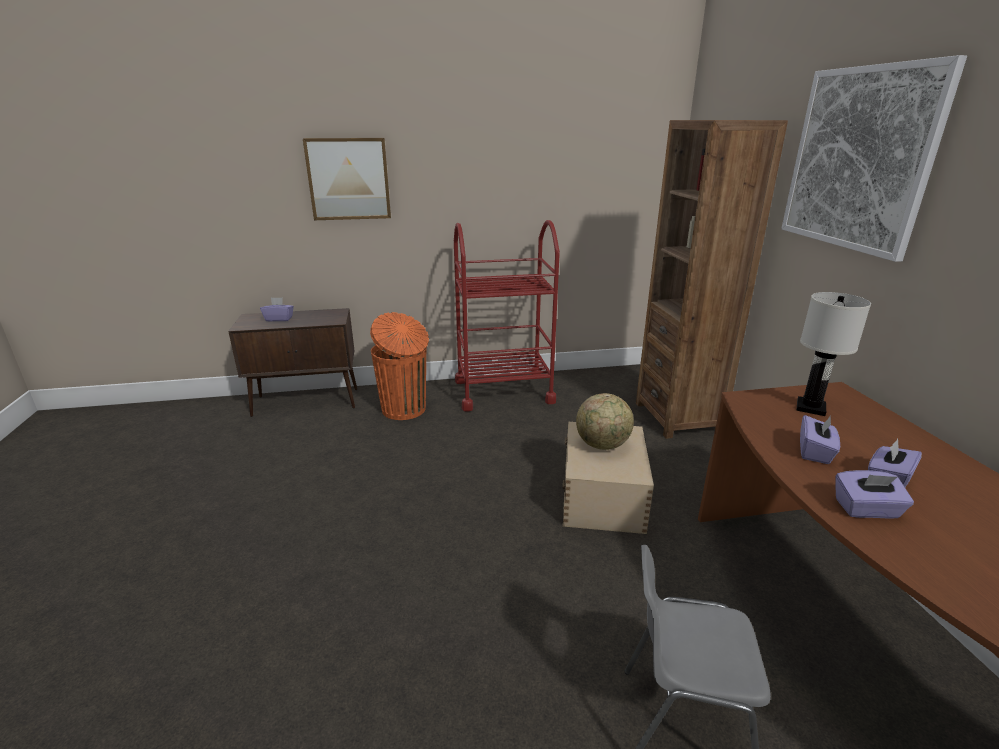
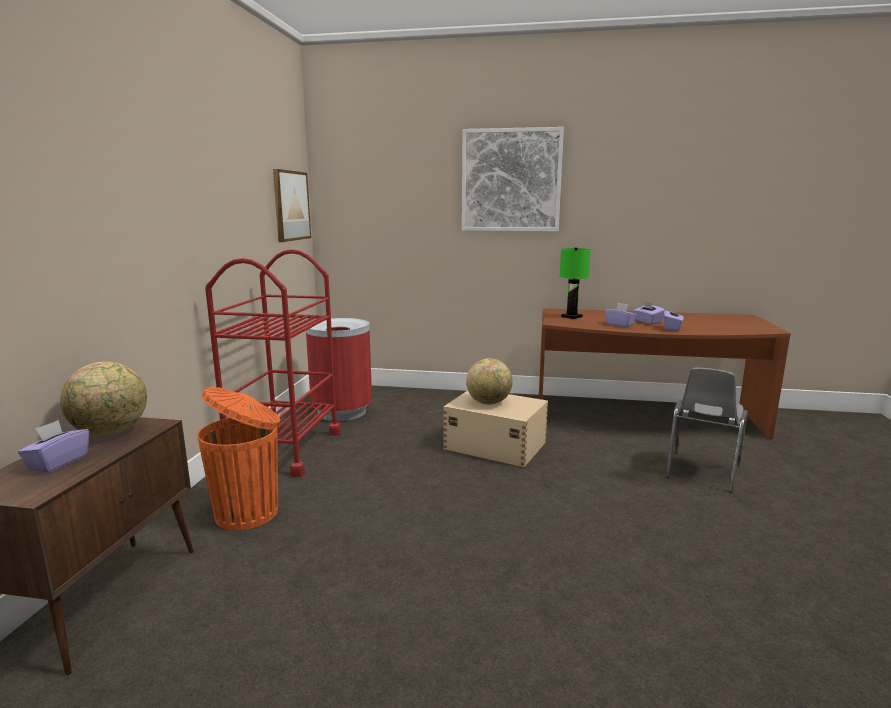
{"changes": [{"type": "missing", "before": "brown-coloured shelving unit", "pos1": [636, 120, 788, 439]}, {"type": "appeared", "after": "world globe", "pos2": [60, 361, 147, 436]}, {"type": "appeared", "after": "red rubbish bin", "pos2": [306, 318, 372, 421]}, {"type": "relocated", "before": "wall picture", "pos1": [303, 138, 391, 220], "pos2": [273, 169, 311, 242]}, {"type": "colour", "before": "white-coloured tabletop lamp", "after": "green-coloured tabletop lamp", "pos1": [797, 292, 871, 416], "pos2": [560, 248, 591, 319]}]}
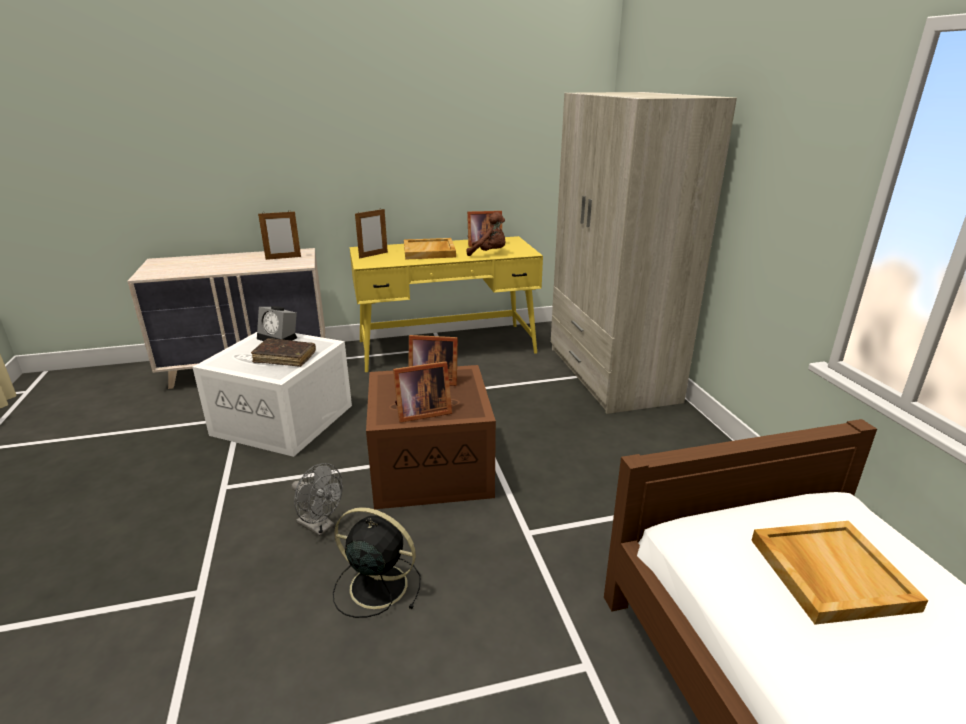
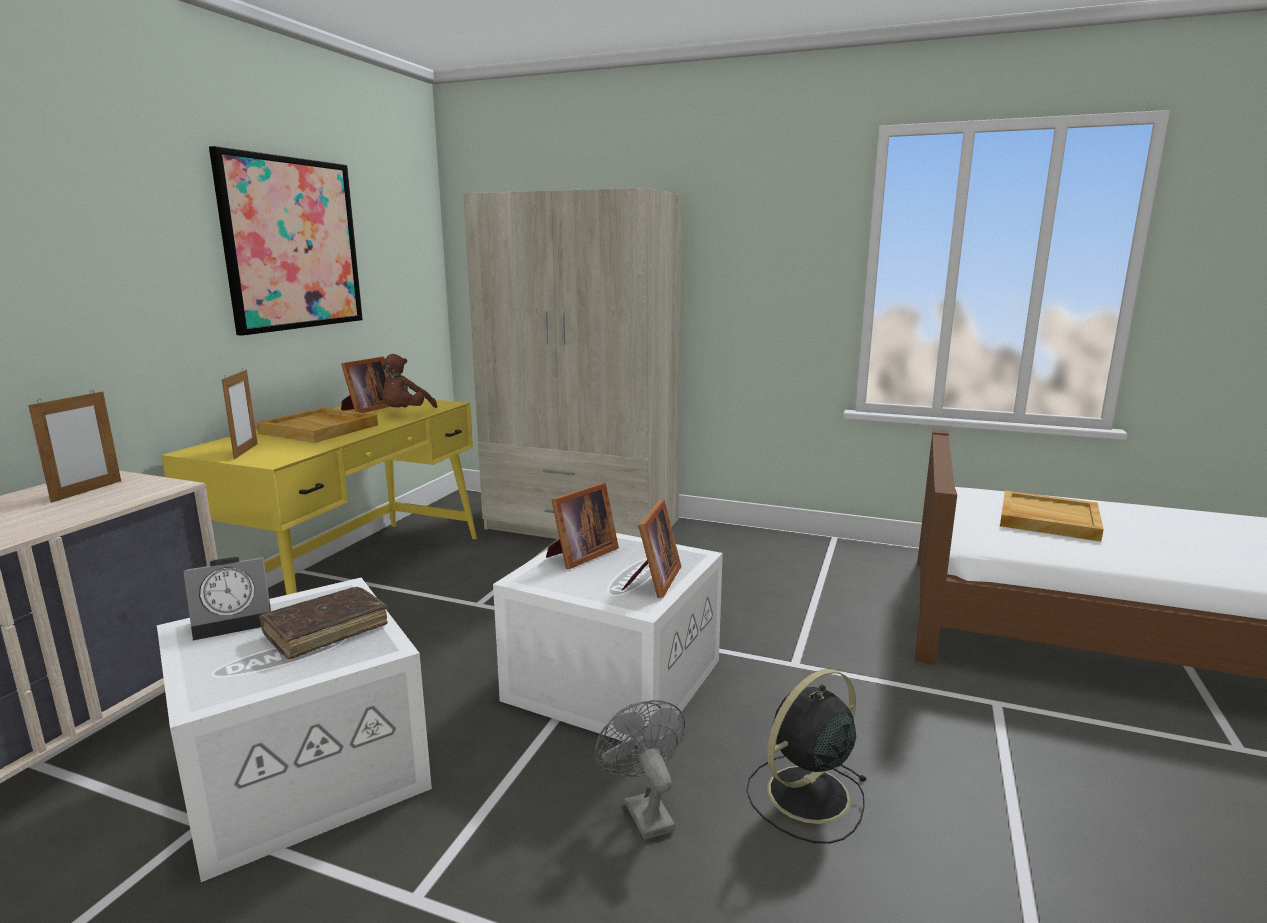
{"changes": [{"type": "appeared", "after": "wall picture", "pos2": [209, 146, 363, 336]}, {"type": "colour", "before": "brown-coloured storage bin", "after": "white-coloured storage bin", "pos1": [366, 365, 496, 509], "pos2": [493, 533, 723, 746]}, {"type": "spun", "before": "grey electric fan", "pos1": [292, 463, 343, 536], "pos2": [595, 700, 685, 840], "turn": -90}, {"type": "spun", "before": "brown-coloured cuddly toy", "pos1": [467, 212, 506, 256], "pos2": [381, 354, 437, 408], "turn": 150}]}
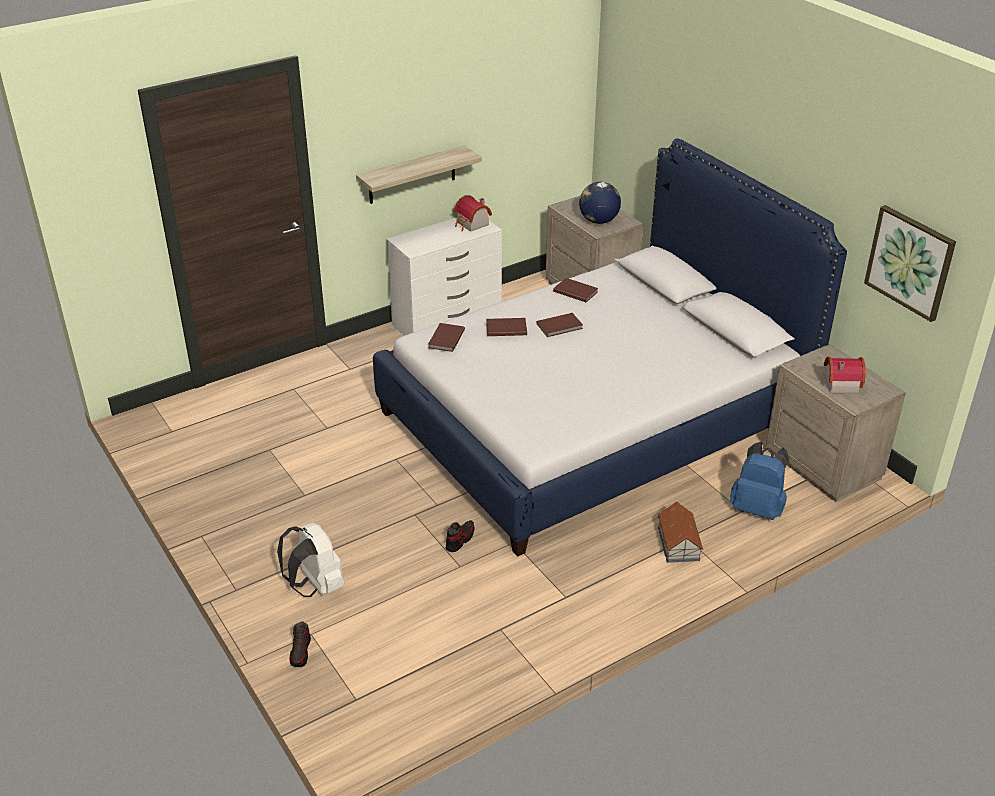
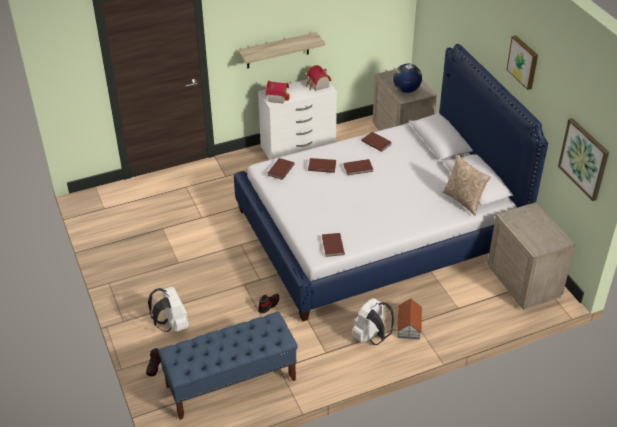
{"changes": [{"type": "missing", "before": "blue-coloured knapsack", "pos1": [730, 442, 790, 520]}, {"type": "appeared", "after": "blue-coloured bench", "pos2": [158, 311, 298, 420]}, {"type": "appeared", "after": "brown-coloured volume", "pos2": [322, 233, 345, 257]}, {"type": "appeared", "after": "white-coloured knapsack", "pos2": [352, 298, 394, 345]}, {"type": "appeared", "after": "throw pillow", "pos2": [443, 155, 491, 216]}, {"type": "appeared", "after": "wall picture", "pos2": [506, 35, 538, 90]}, {"type": "relocated", "before": "toy house", "pos1": [824, 357, 866, 394], "pos2": [266, 81, 289, 104]}]}
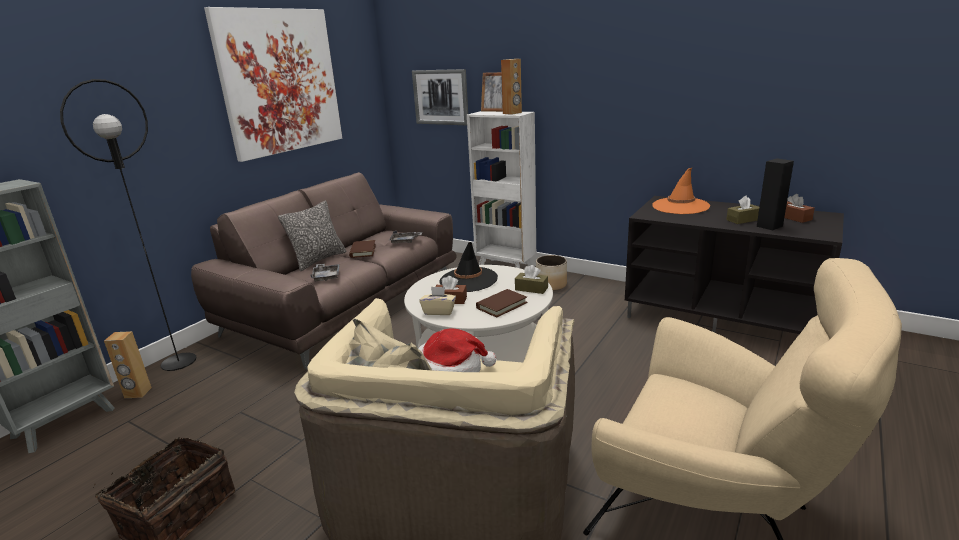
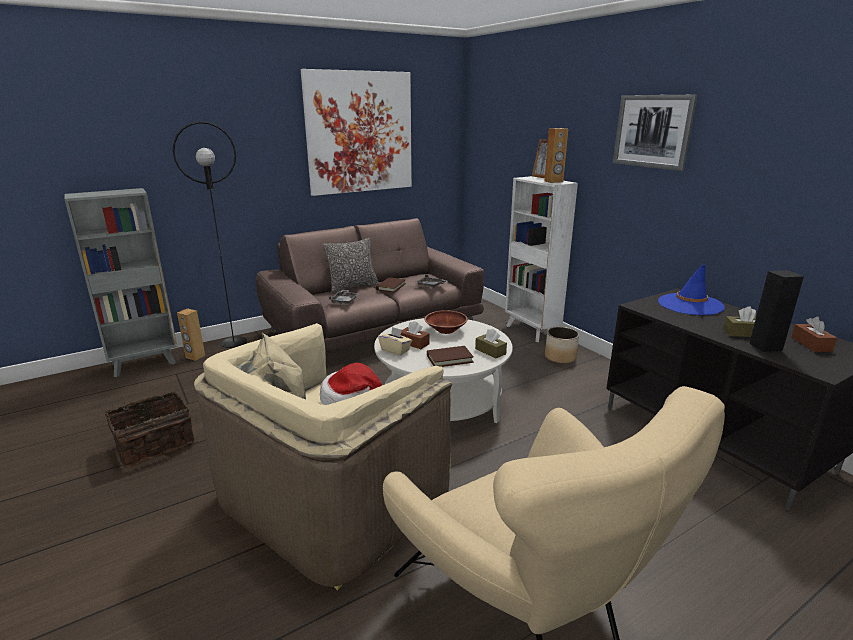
{"changes": [{"type": "relocated", "before": "wall picture", "pos1": [412, 69, 468, 125], "pos2": [613, 95, 698, 171]}, {"type": "exchanged", "before": "black-coloured wearable hat", "after": "brown-coloured deep dish", "pos1": [439, 242, 498, 292], "pos2": [424, 310, 468, 334]}, {"type": "colour", "before": "orange-coloured wearable hat", "after": "blue-coloured wearable hat", "pos1": [652, 168, 710, 214], "pos2": [658, 265, 725, 315]}]}
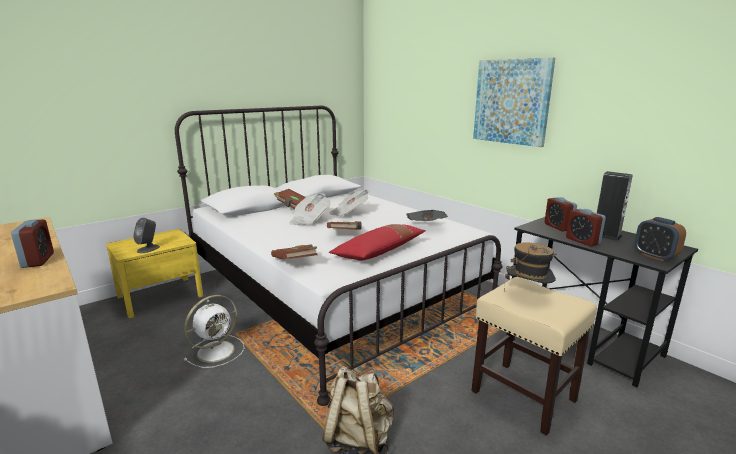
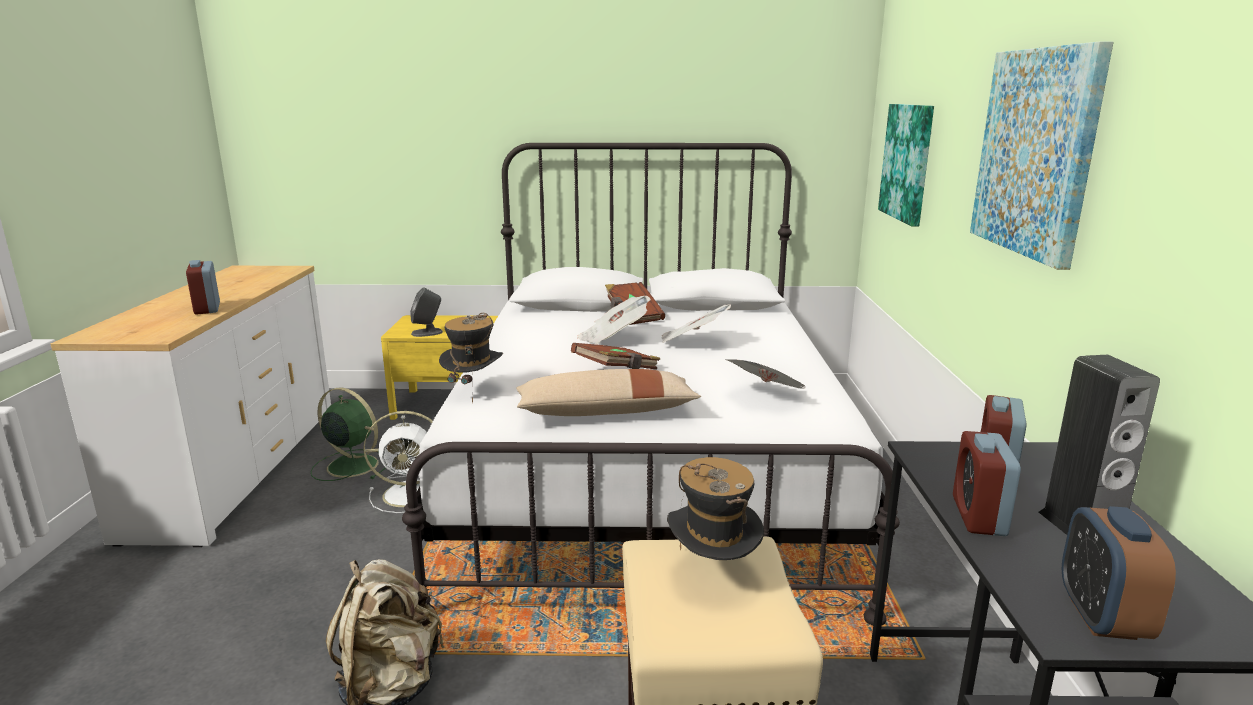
{"changes": [{"type": "appeared", "after": "green-coloured electric fan", "pos2": [311, 388, 386, 481]}, {"type": "appeared", "after": "wall picture", "pos2": [878, 104, 934, 227]}, {"type": "exchanged", "before": "brown-coloured volume", "after": "wearable hat", "pos1": [271, 245, 317, 260], "pos2": [439, 313, 503, 404]}, {"type": "colour", "before": "red throw pillow", "after": "beige throw pillow", "pos1": [329, 224, 426, 261], "pos2": [516, 369, 701, 416]}, {"type": "spun", "before": "bedside clock", "pos1": [11, 219, 54, 268], "pos2": [186, 260, 220, 315], "turn": 135}]}
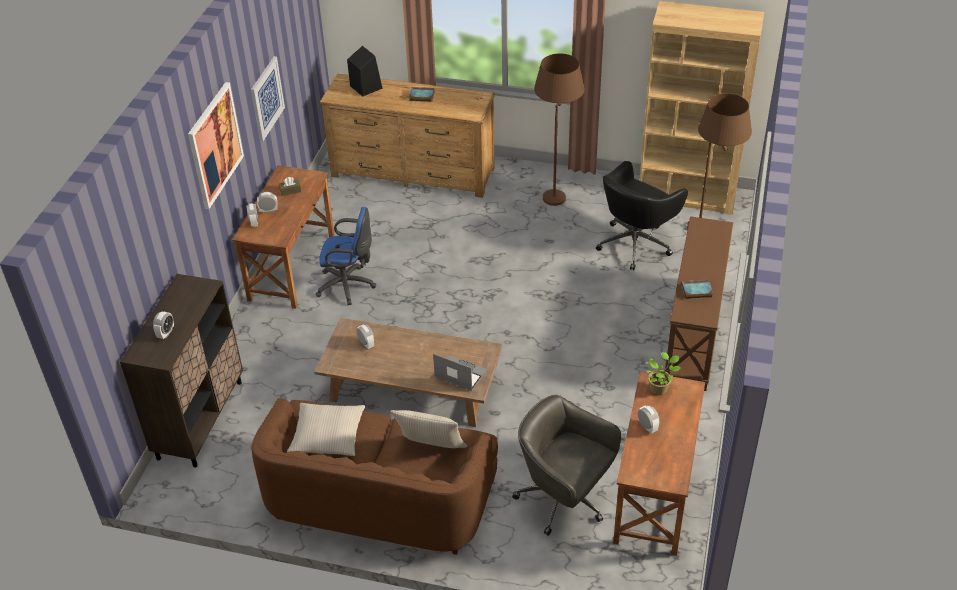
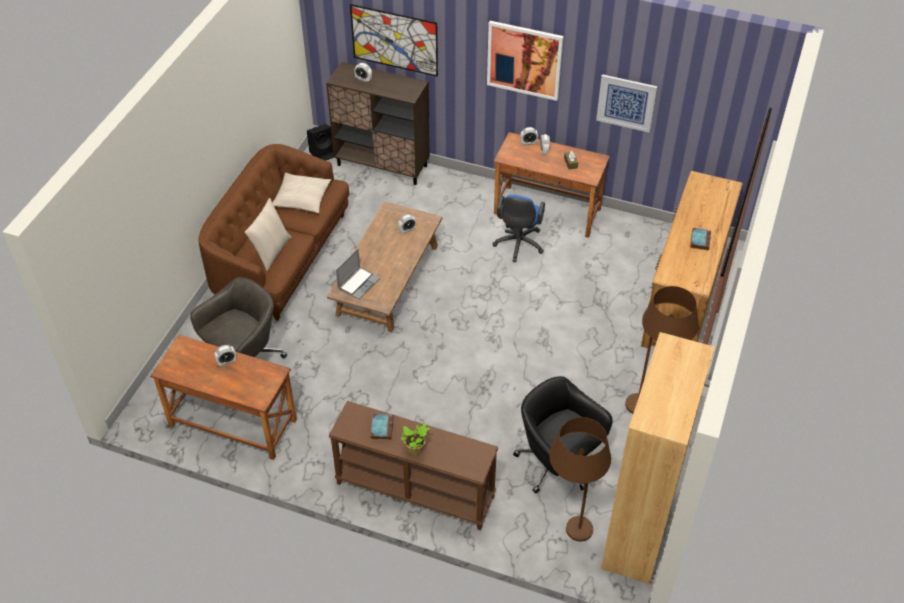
{"changes": [{"type": "appeared", "after": "wall picture", "pos2": [350, 4, 438, 77]}, {"type": "relocated", "before": "black-coloured speaker", "pos1": [347, 46, 383, 97], "pos2": [307, 124, 334, 161]}, {"type": "relocated", "before": "houseplant", "pos1": [645, 352, 681, 395], "pos2": [401, 423, 430, 455]}]}
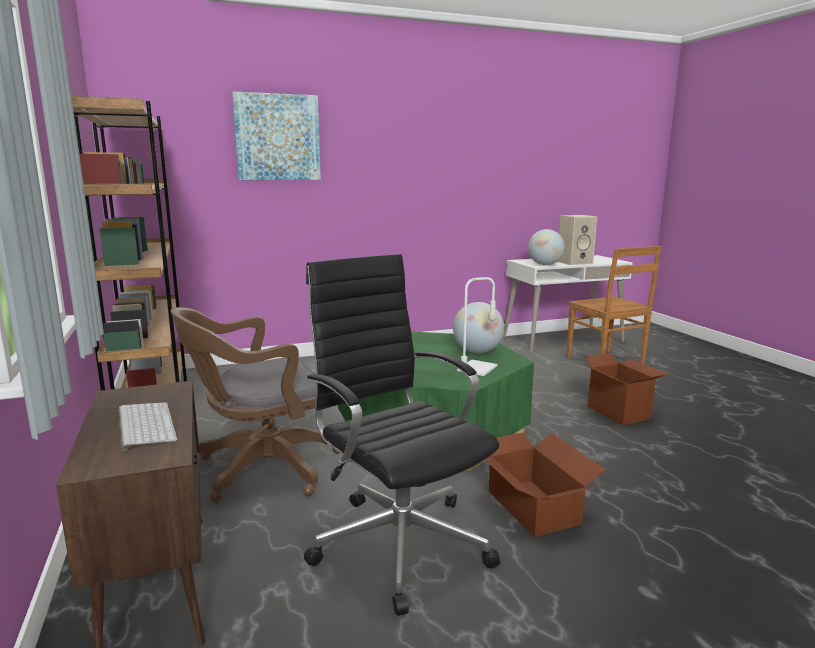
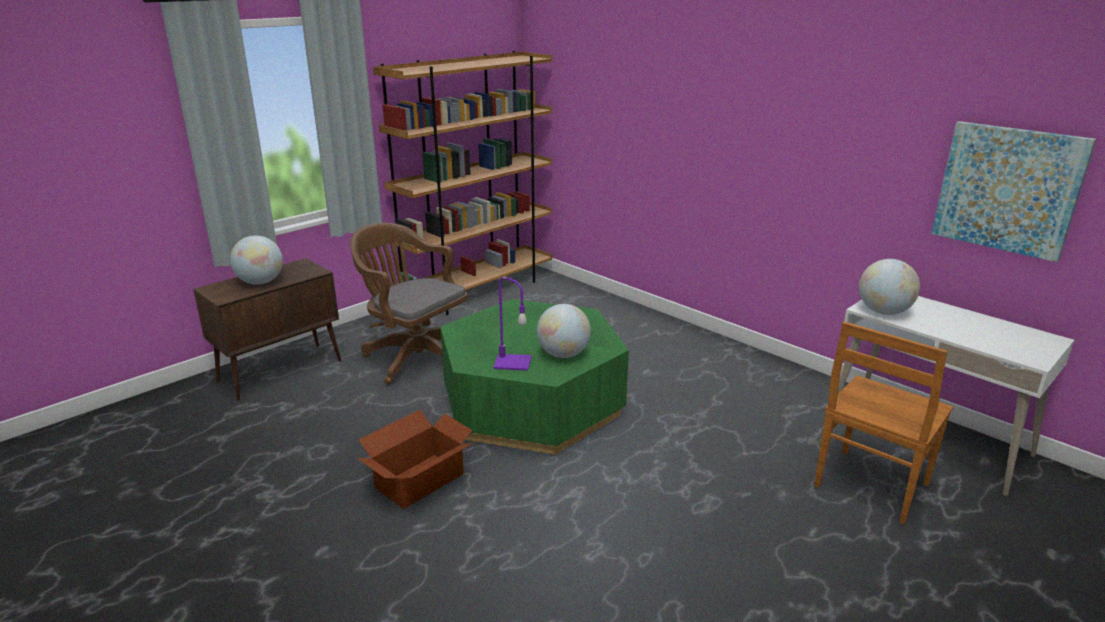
{"changes": [{"type": "missing", "before": "black-coloured computer chair", "pos1": [304, 254, 500, 616]}, {"type": "missing", "before": "beige speaker", "pos1": [557, 215, 597, 265]}, {"type": "missing", "before": "carton", "pos1": [580, 353, 669, 425]}, {"type": "relocated", "before": "wall picture", "pos1": [232, 91, 321, 180], "pos2": [931, 121, 1096, 262]}, {"type": "exchanged", "before": "keyboard", "after": "world globe", "pos1": [118, 402, 177, 451], "pos2": [230, 235, 283, 285]}, {"type": "colour", "before": "white-coloured tabletop lamp", "after": "purplish tabletop lamp", "pos1": [457, 277, 498, 376], "pos2": [494, 276, 532, 371]}]}
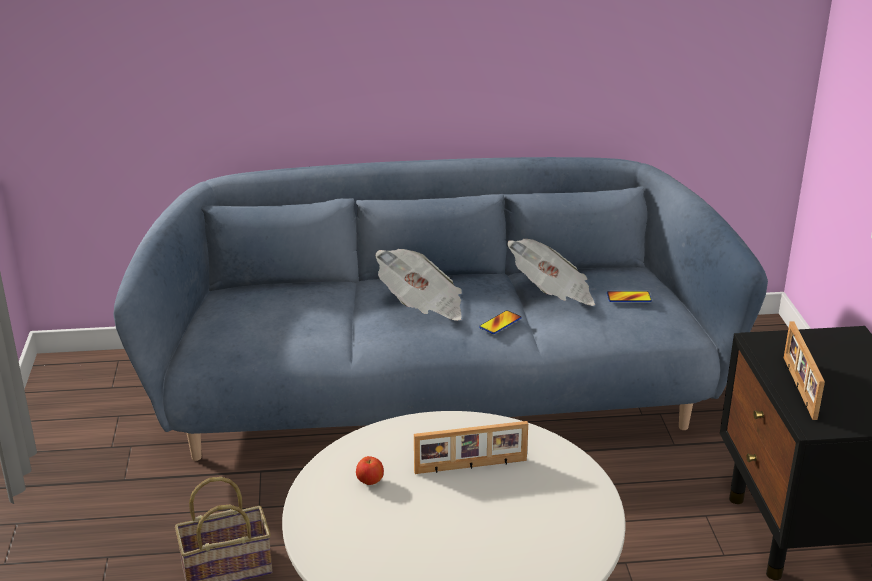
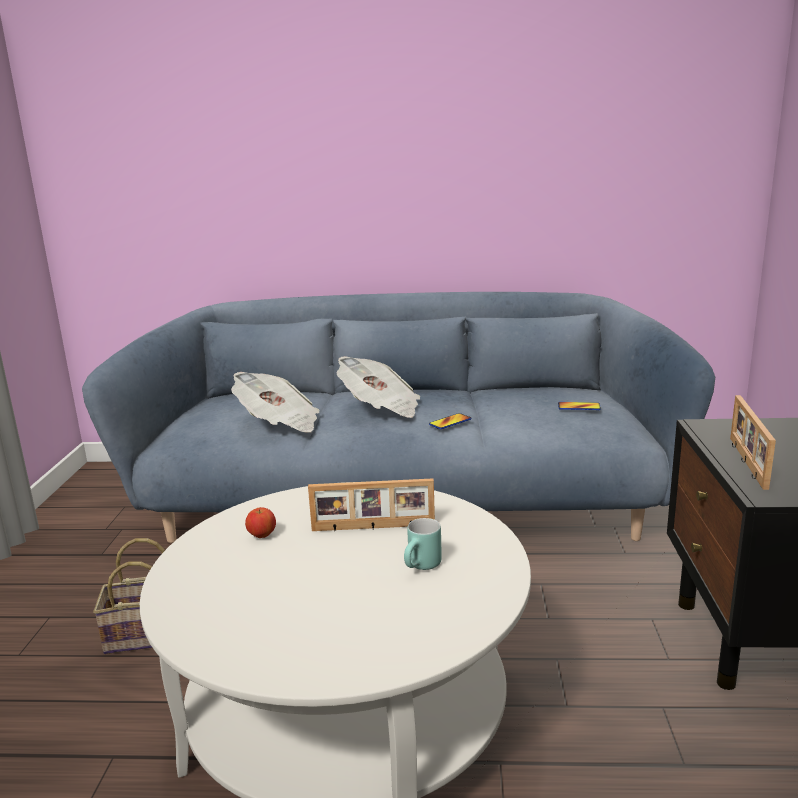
{"changes": [{"type": "appeared", "after": "blue-green tea mug", "pos2": [404, 518, 442, 570]}, {"type": "relocated", "before": "newspaper", "pos1": [507, 239, 595, 306], "pos2": [231, 372, 320, 433]}]}
